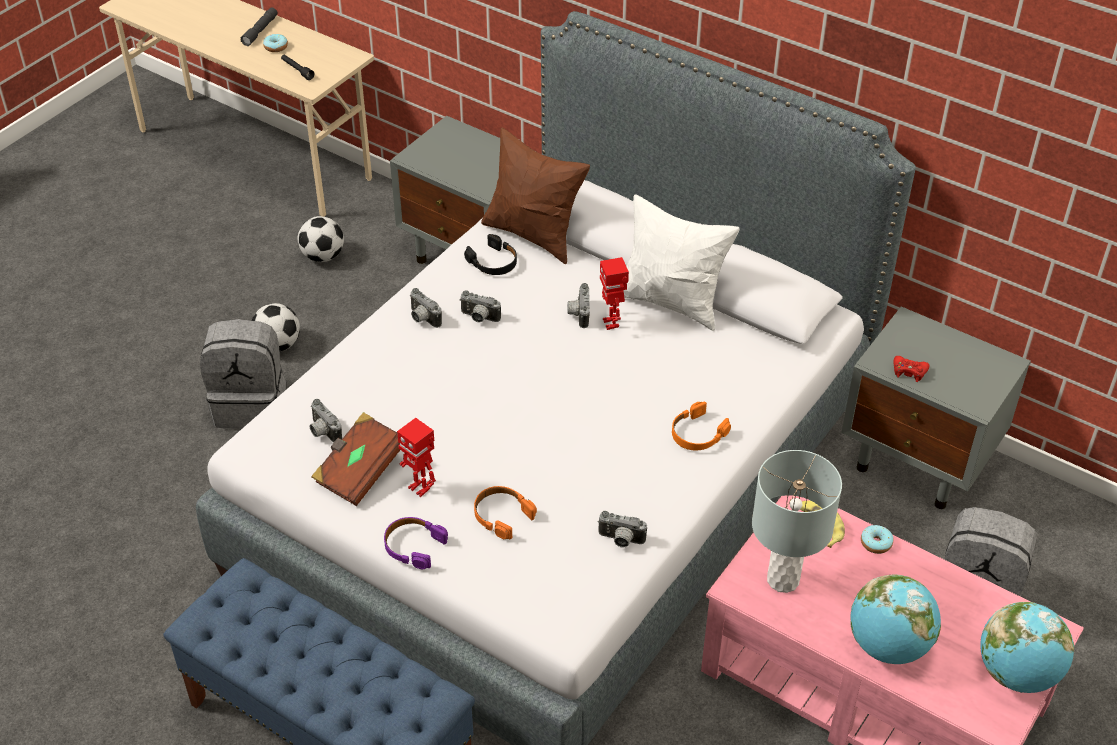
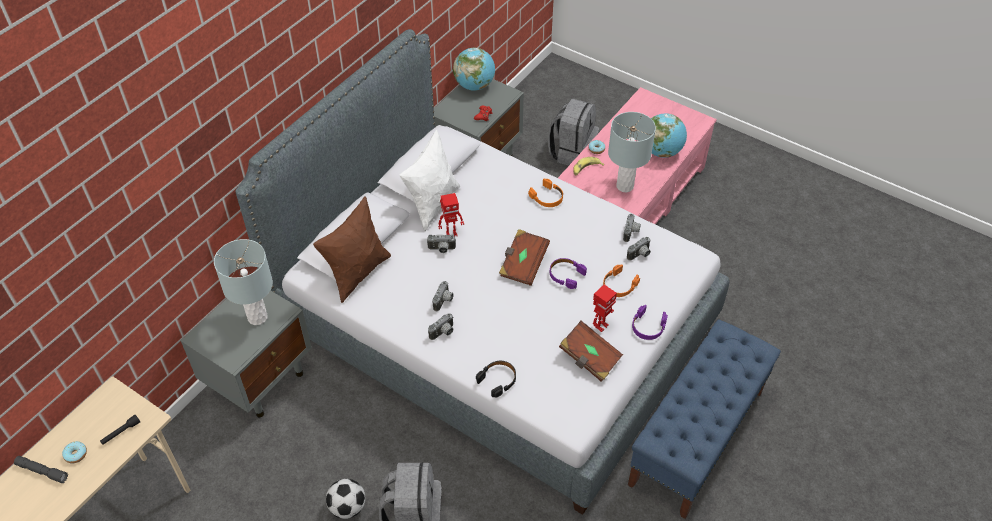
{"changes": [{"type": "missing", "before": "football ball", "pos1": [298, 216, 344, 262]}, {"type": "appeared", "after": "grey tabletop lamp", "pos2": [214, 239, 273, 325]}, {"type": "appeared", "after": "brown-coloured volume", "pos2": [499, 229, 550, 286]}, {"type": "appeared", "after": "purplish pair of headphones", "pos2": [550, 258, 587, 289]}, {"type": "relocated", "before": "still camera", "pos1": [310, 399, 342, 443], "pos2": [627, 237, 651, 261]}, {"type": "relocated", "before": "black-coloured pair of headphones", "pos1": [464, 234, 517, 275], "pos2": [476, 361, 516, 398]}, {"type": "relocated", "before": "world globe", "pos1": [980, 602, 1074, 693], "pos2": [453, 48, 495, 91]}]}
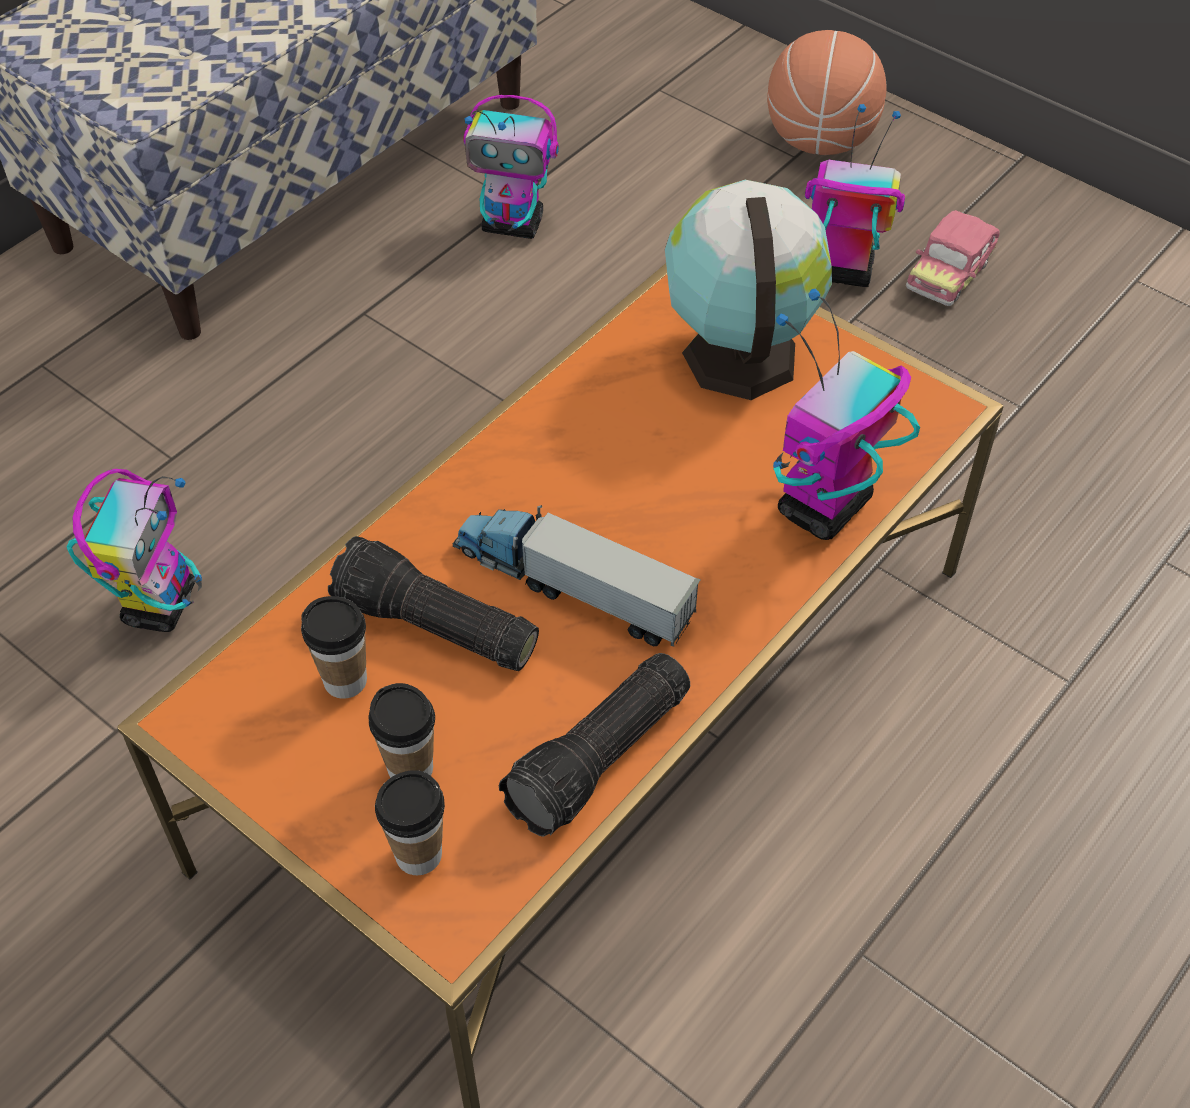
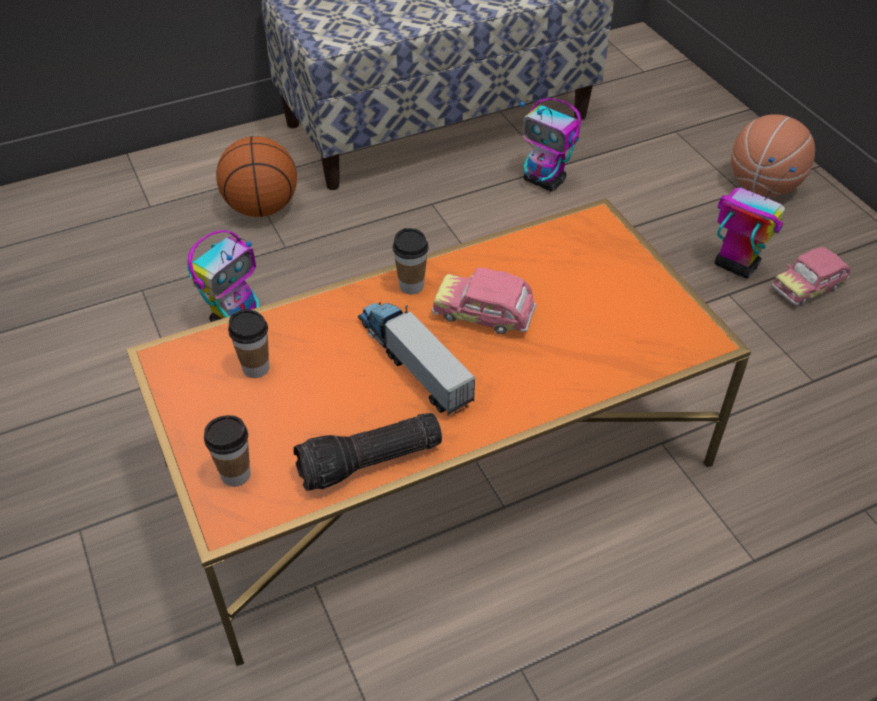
{"changes": [{"type": "missing", "before": "torch", "pos1": [328, 536, 539, 671]}, {"type": "missing", "before": "world globe", "pos1": [665, 180, 832, 400]}, {"type": "missing", "before": "model robot", "pos1": [773, 289, 920, 540]}, {"type": "appeared", "after": "basketball", "pos2": [216, 136, 297, 217]}, {"type": "appeared", "after": "toy car", "pos2": [432, 267, 537, 334]}, {"type": "relocated", "before": "drinking cup", "pos1": [369, 683, 435, 778], "pos2": [393, 228, 429, 294]}]}
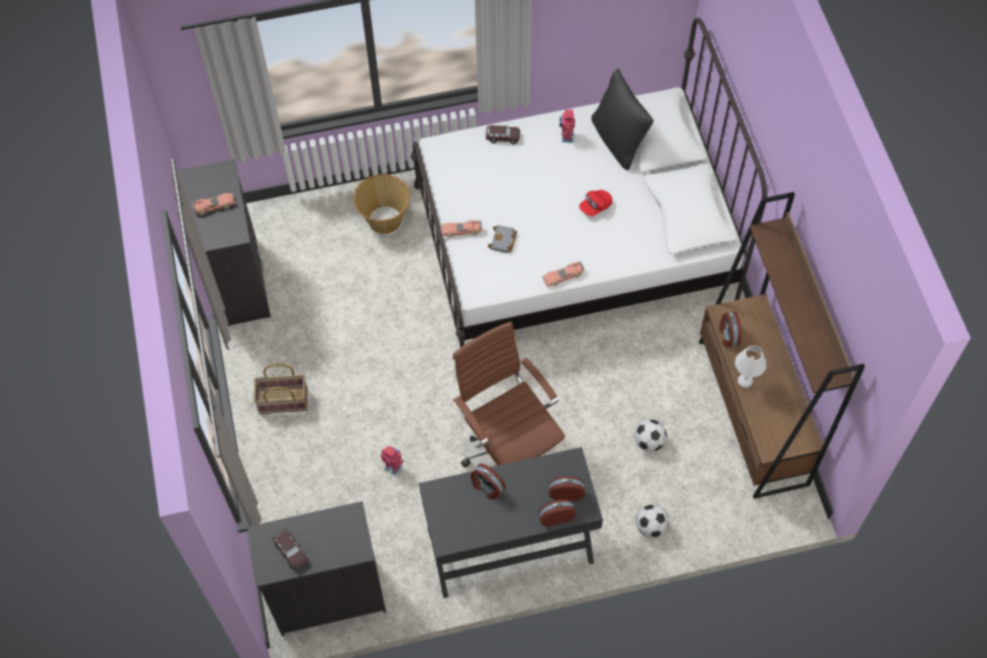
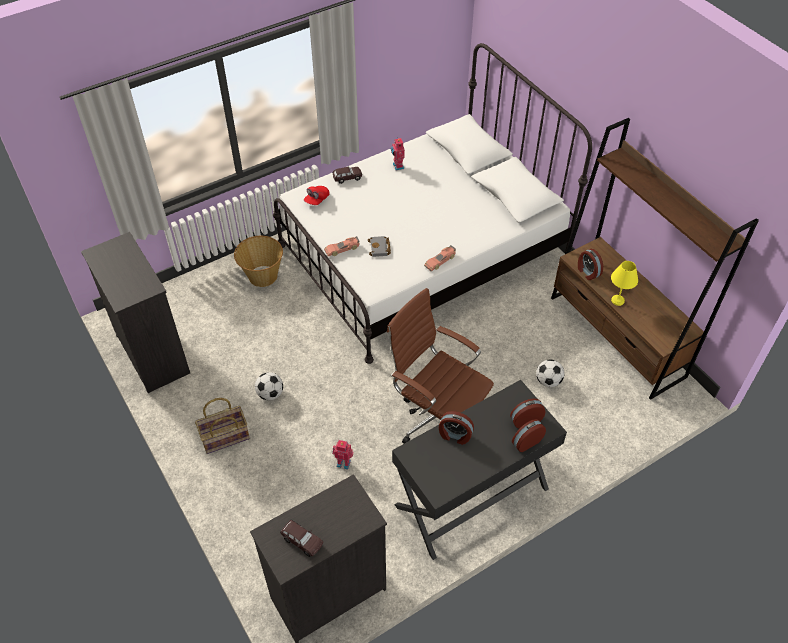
{"changes": [{"type": "missing", "before": "toy car", "pos1": [191, 193, 235, 215]}, {"type": "missing", "before": "black-coloured throw pillow", "pos1": [591, 69, 654, 170]}, {"type": "relocated", "before": "red baseball cap", "pos1": [579, 190, 613, 216], "pos2": [304, 186, 330, 205]}, {"type": "relocated", "before": "football ball", "pos1": [636, 505, 669, 538], "pos2": [255, 372, 283, 400]}, {"type": "colour", "before": "white-coloured tabletop lamp", "after": "yellow-coloured tabletop lamp", "pos1": [735, 345, 767, 388], "pos2": [611, 261, 638, 306]}]}
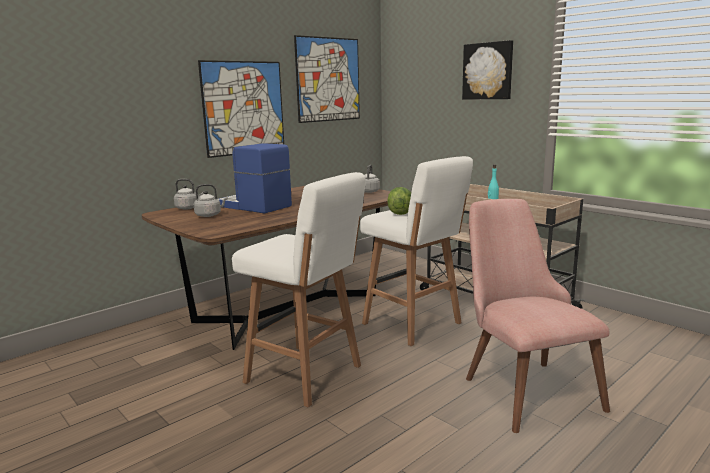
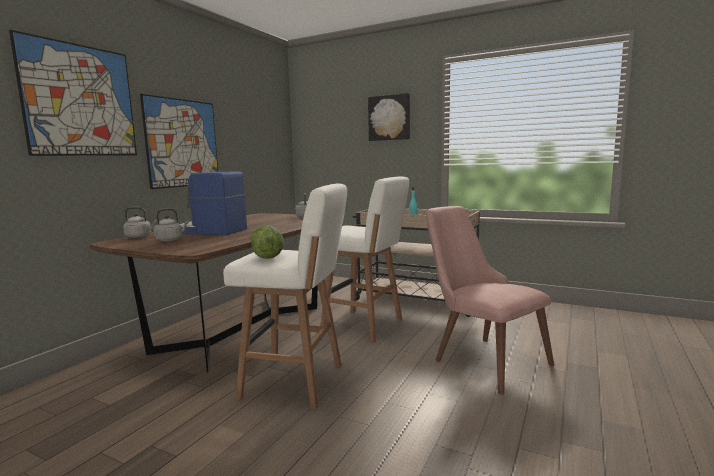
{"changes": [{"type": "relocated", "before": "wall picture", "pos1": [294, 35, 360, 123], "pos2": [9, 30, 137, 156]}, {"type": "relocated", "before": "lettuce", "pos1": [387, 187, 411, 215], "pos2": [251, 225, 284, 259]}]}
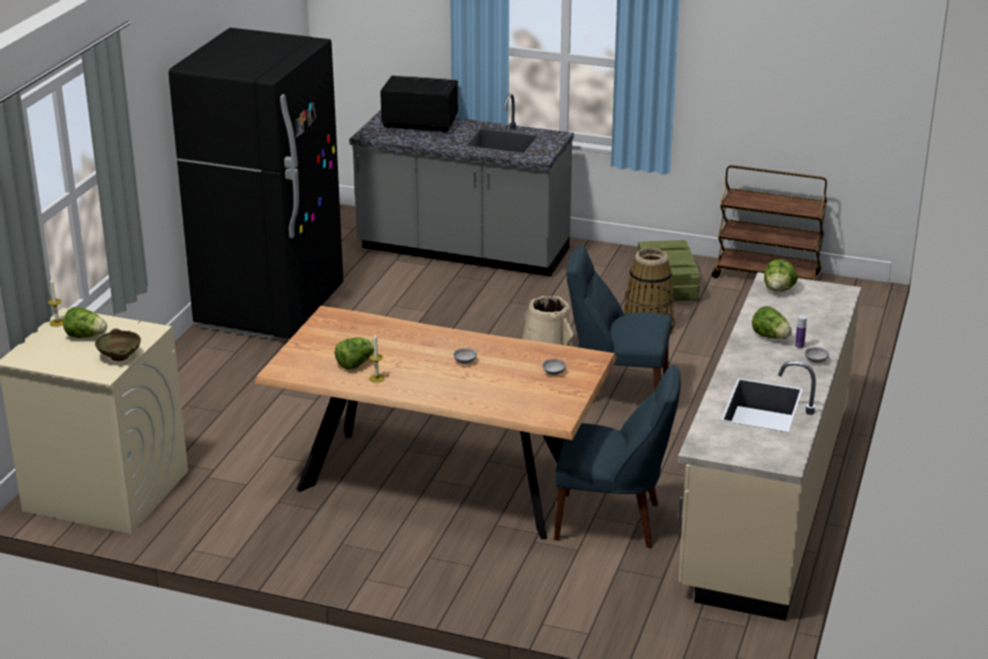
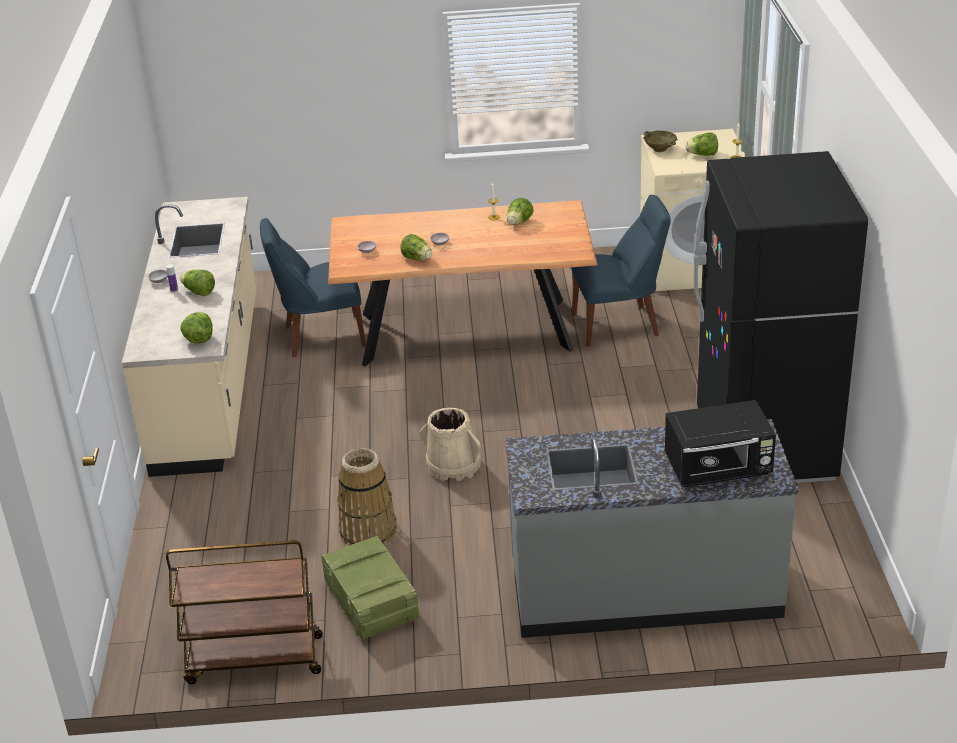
{"changes": [{"type": "appeared", "after": "lettuce", "pos2": [400, 234, 432, 260]}, {"type": "relocated", "before": "blue-coloured plain chair", "pos1": [566, 245, 672, 392], "pos2": [571, 194, 671, 347]}]}
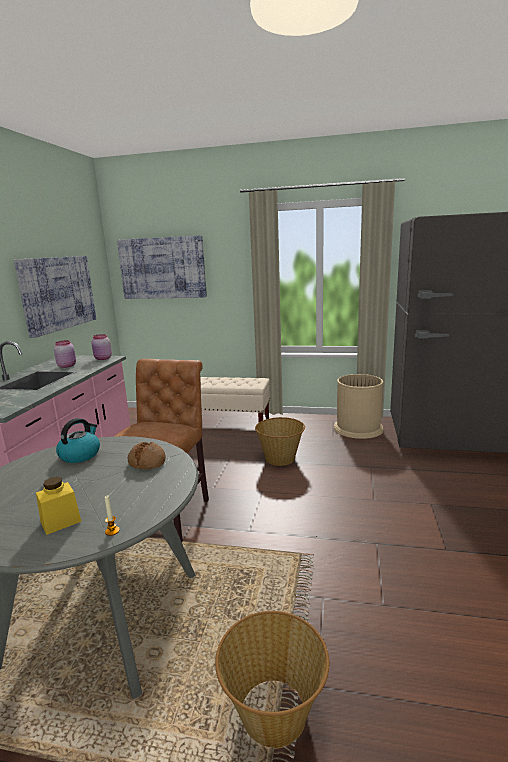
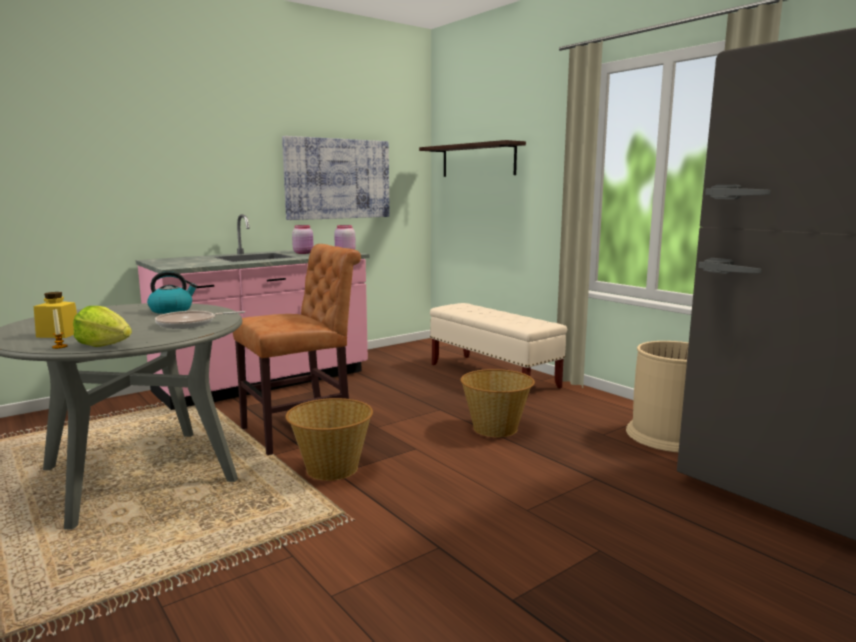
{"changes": [{"type": "appeared", "after": "lettuce", "pos2": [73, 306, 132, 347]}, {"type": "relocated", "before": "basket", "pos1": [215, 611, 329, 749], "pos2": [286, 398, 373, 481]}, {"type": "exchanged", "before": "wall picture", "after": "shelf", "pos1": [117, 236, 207, 299], "pos2": [419, 140, 526, 177]}, {"type": "exchanged", "before": "bread", "after": "skillet", "pos1": [128, 442, 166, 470], "pos2": [155, 311, 245, 329]}]}
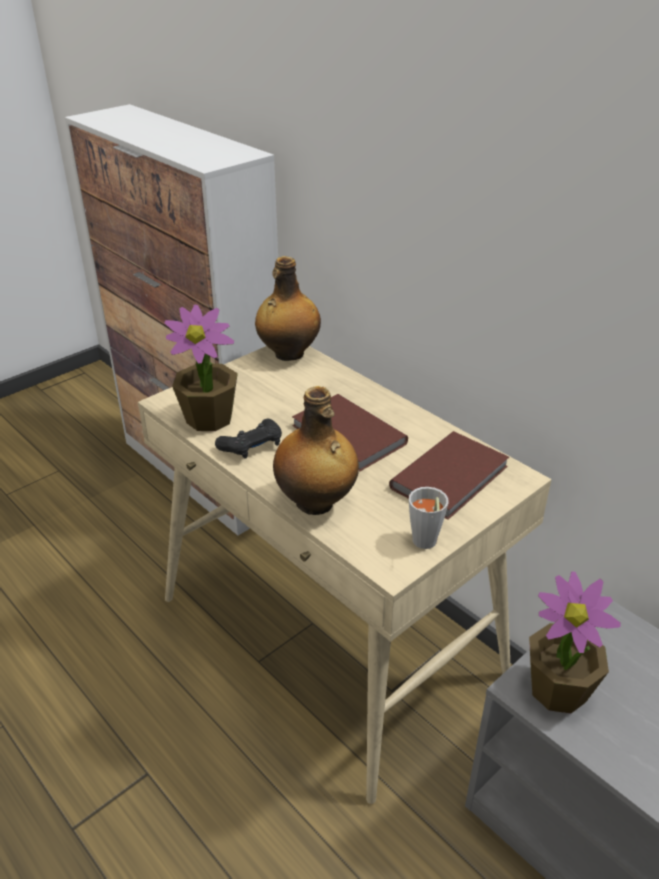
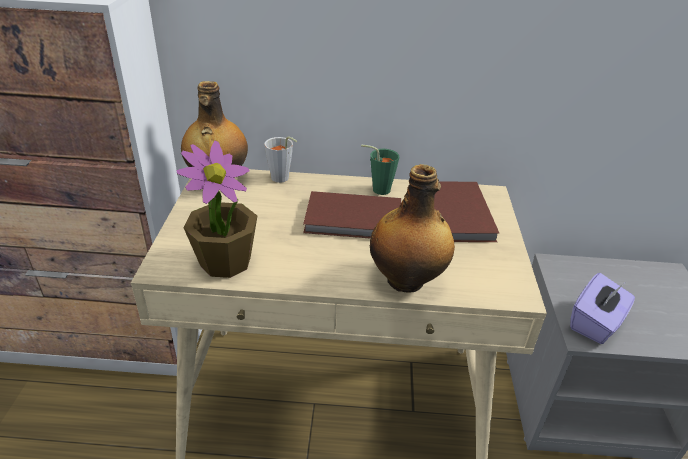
{"changes": [{"type": "missing", "before": "black-coloured game controller", "pos1": [215, 418, 282, 459]}, {"type": "appeared", "after": "green-coloured drinking cup", "pos2": [361, 144, 399, 195]}, {"type": "relocated", "before": "grey drinking cup", "pos1": [409, 487, 449, 549], "pos2": [264, 136, 297, 183]}, {"type": "exchanged", "before": "houseplant", "after": "purplish box of tissues", "pos1": [529, 572, 621, 713], "pos2": [570, 273, 635, 344]}]}
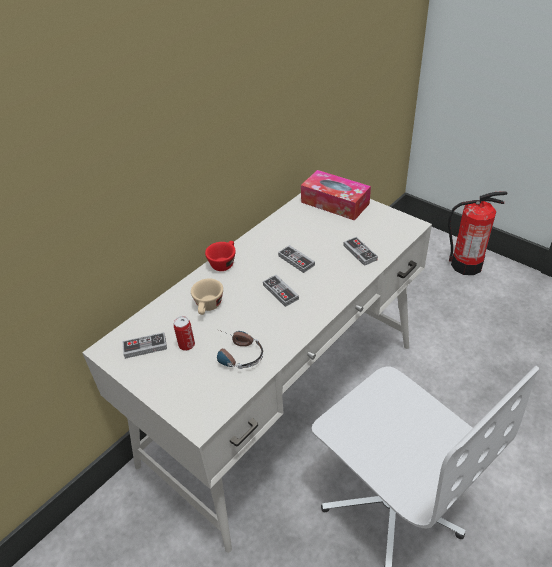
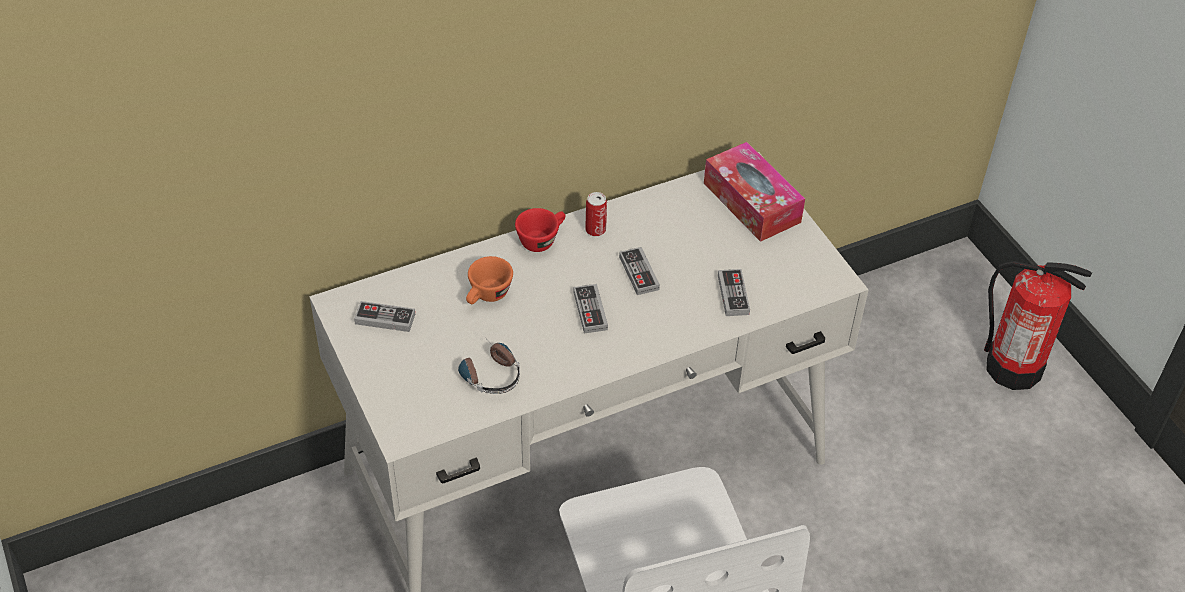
{"changes": [{"type": "relocated", "before": "sealed can", "pos1": [174, 316, 195, 351], "pos2": [585, 192, 607, 236]}, {"type": "colour", "before": "beige drinking cup", "after": "orange-coloured drinking cup", "pos1": [191, 279, 223, 315], "pos2": [466, 256, 513, 304]}]}
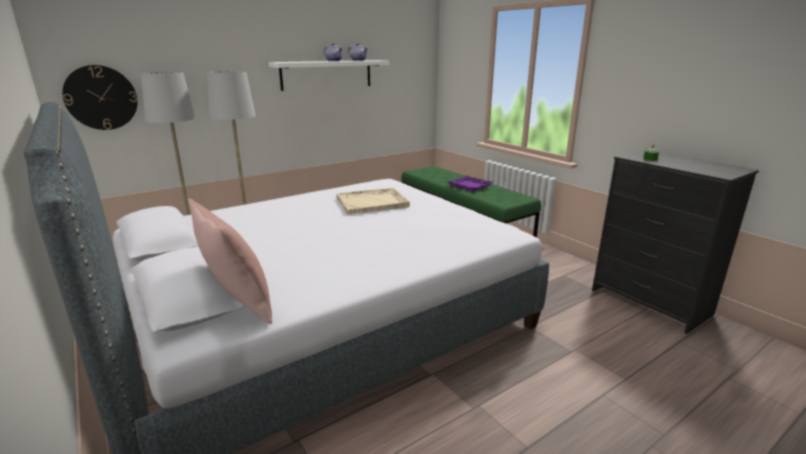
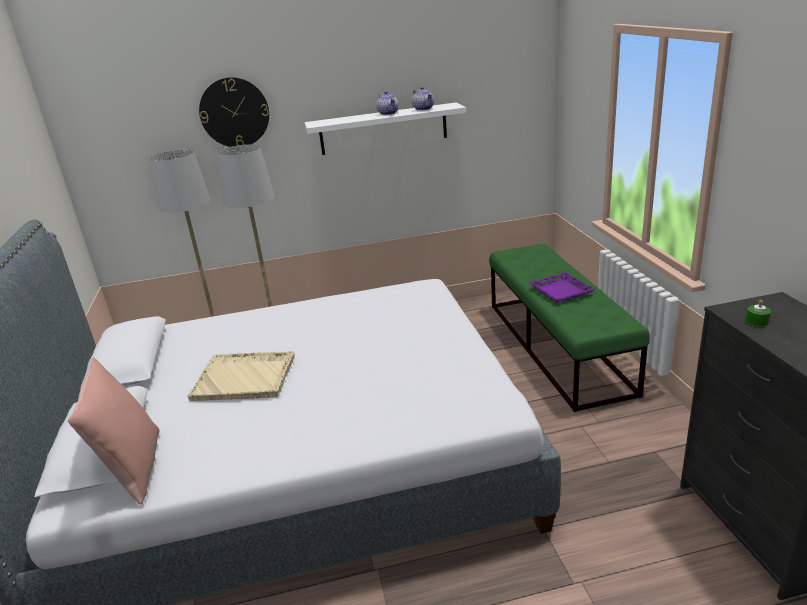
{"changes": [{"type": "relocated", "before": "clock on the wall", "pos1": [62, 65, 138, 130], "pos2": [199, 77, 269, 147]}, {"type": "relocated", "before": "beige carrying tray", "pos1": [337, 188, 410, 214], "pos2": [188, 351, 295, 401]}]}
